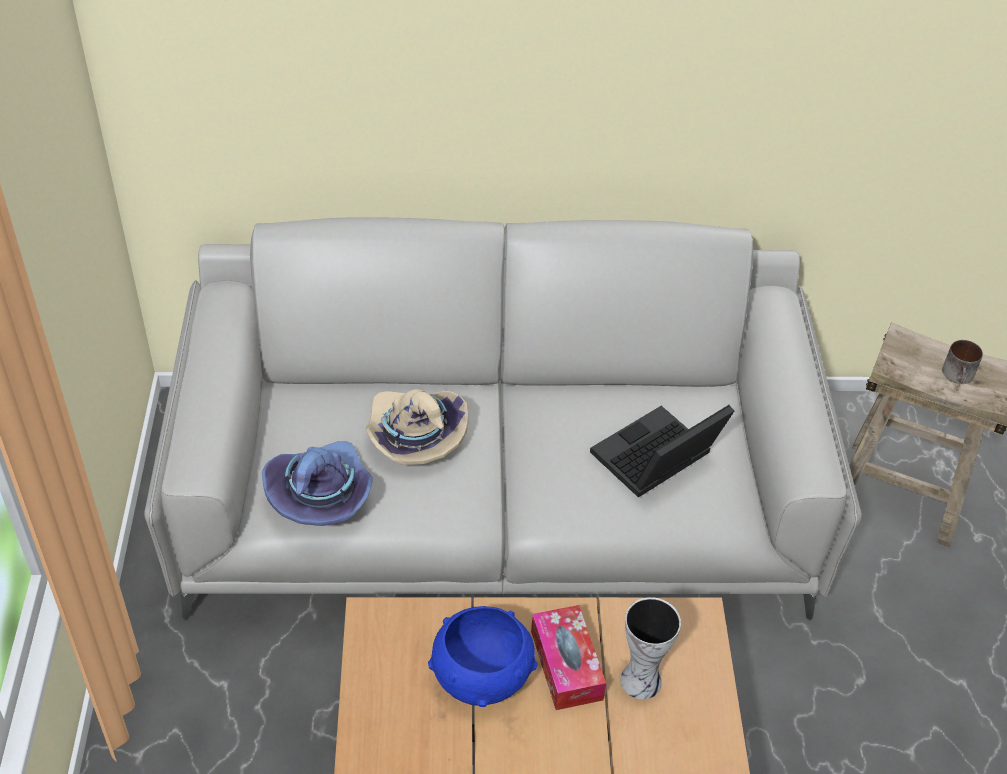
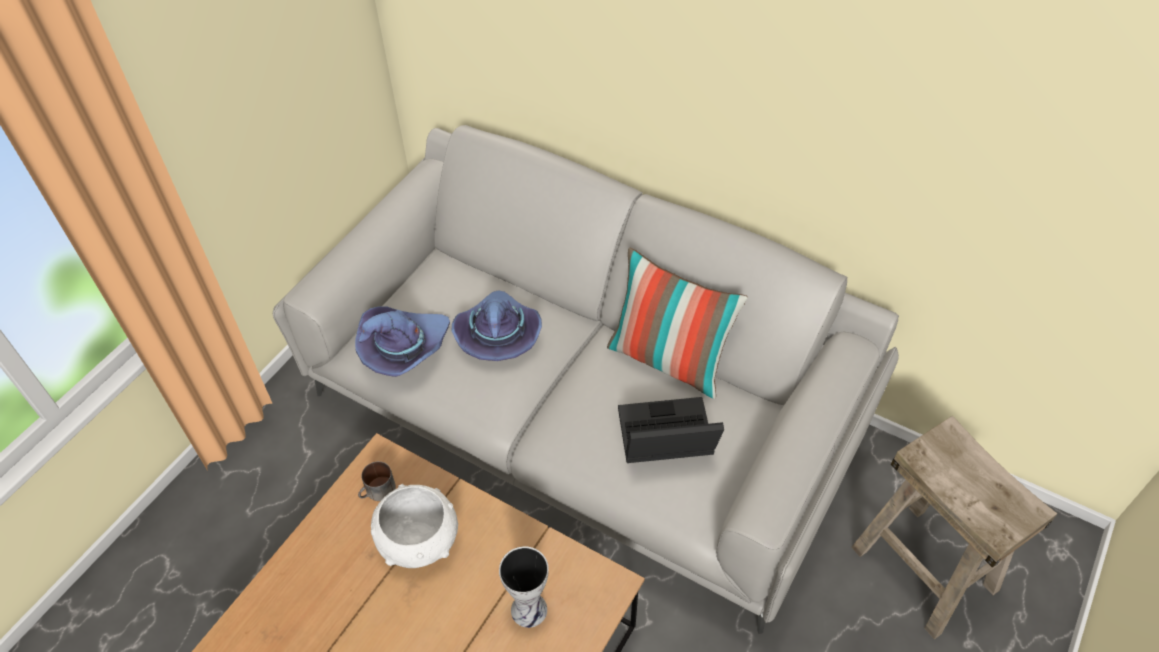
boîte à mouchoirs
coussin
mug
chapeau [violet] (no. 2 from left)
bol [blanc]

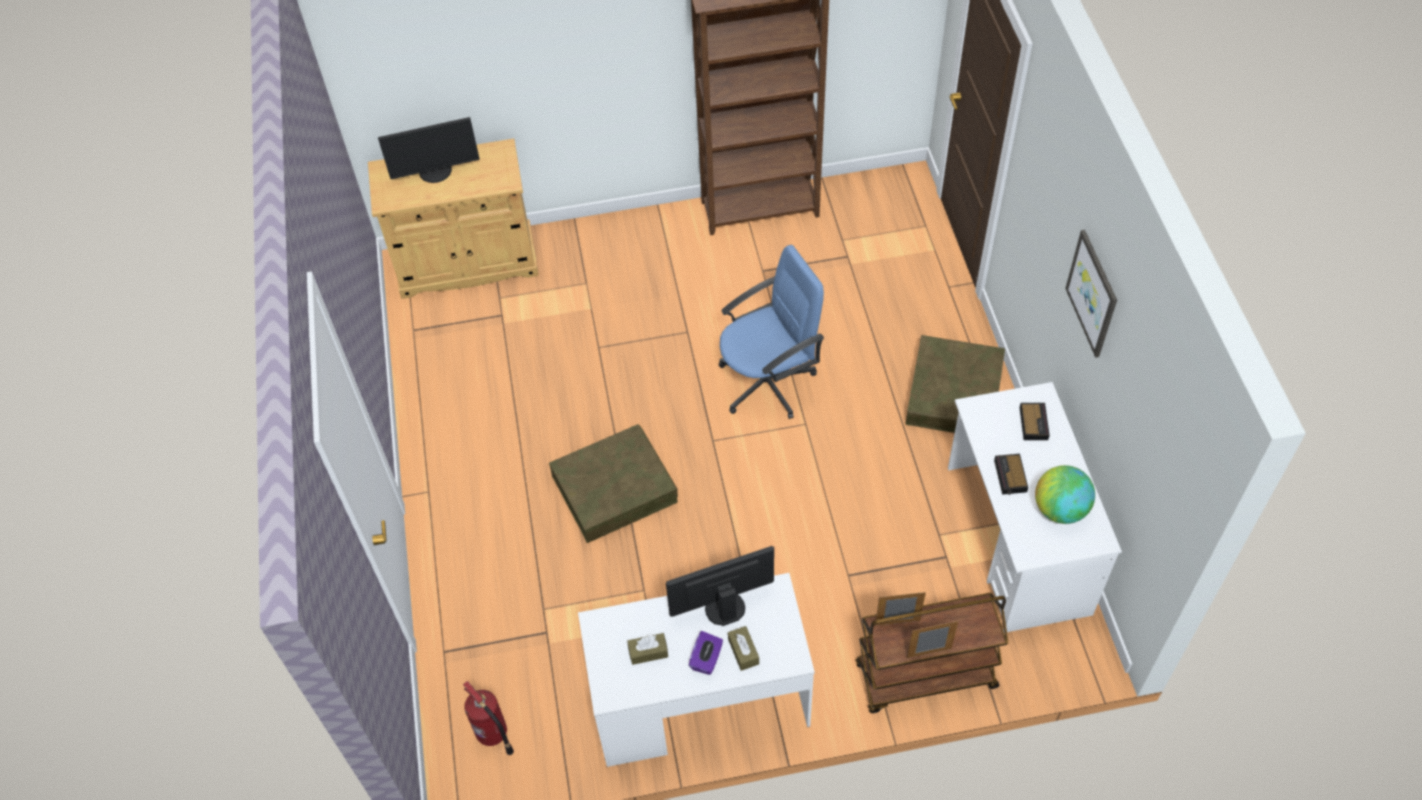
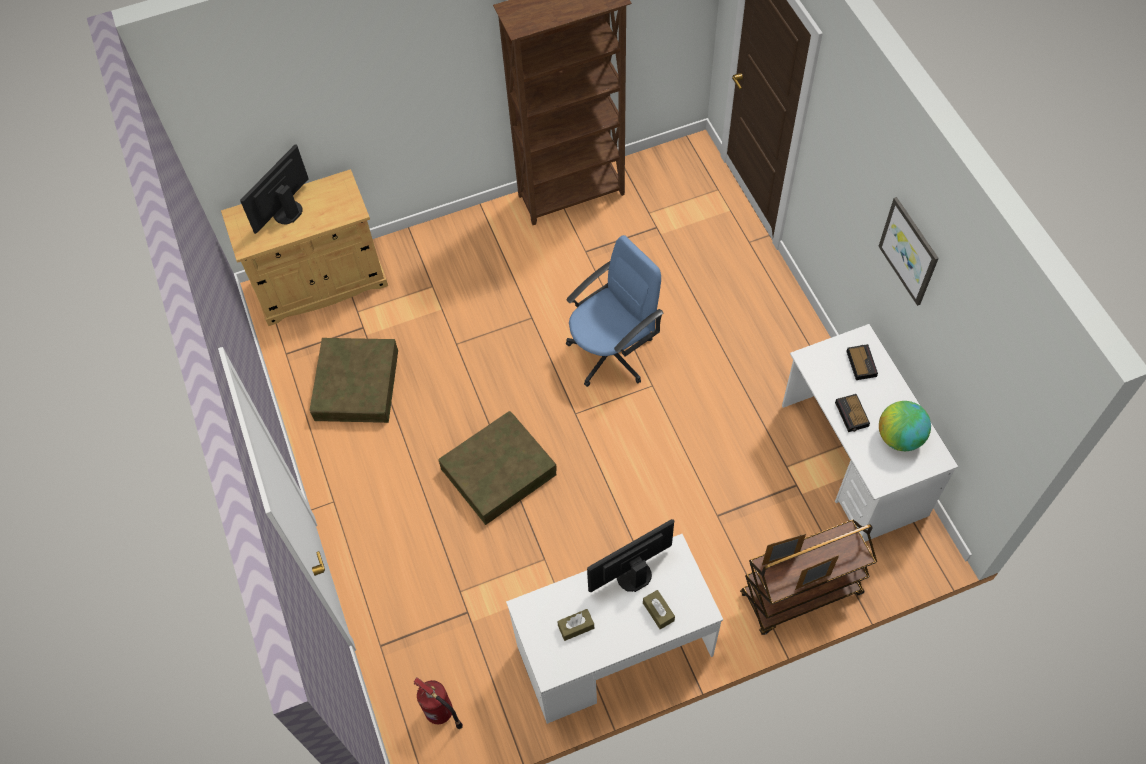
boîte à mouchoirs [violet]
boîte de rangement [marron] (no. 1 from left)
écran d'ordinateur (no. 1 from left)

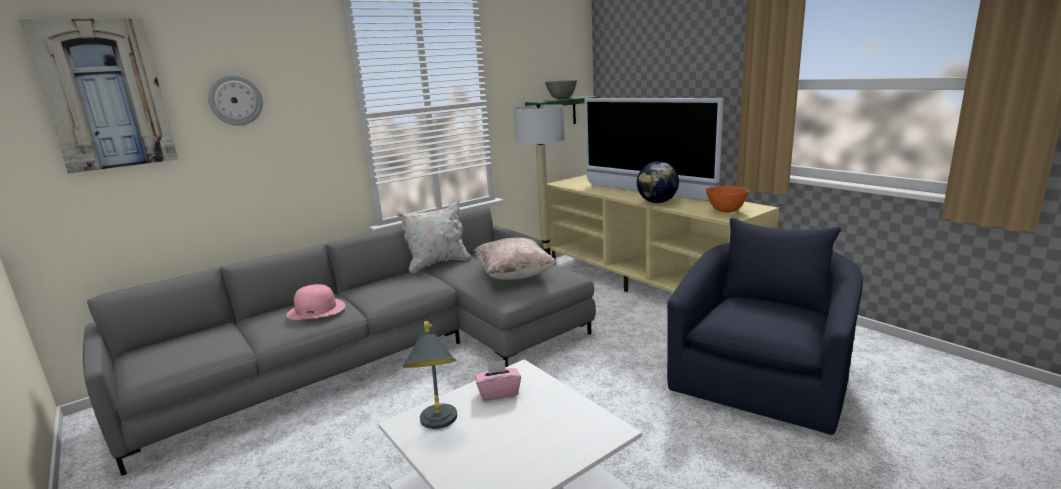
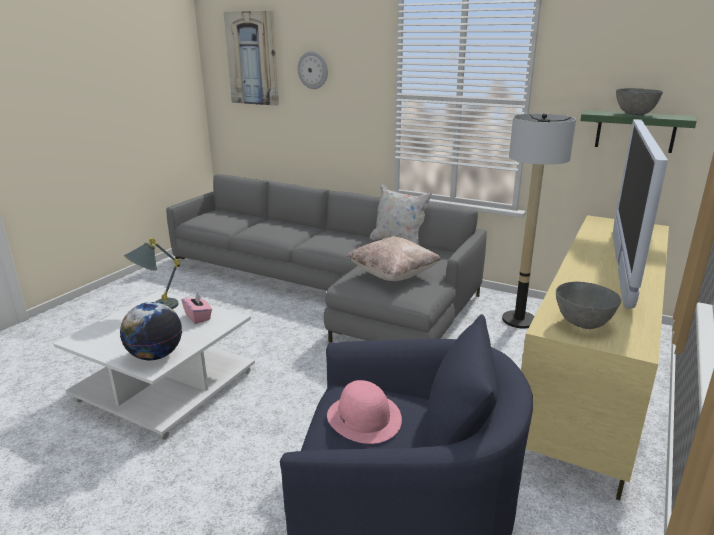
chapeau [rose]
globe
bol [gris] (no. 1 from left)

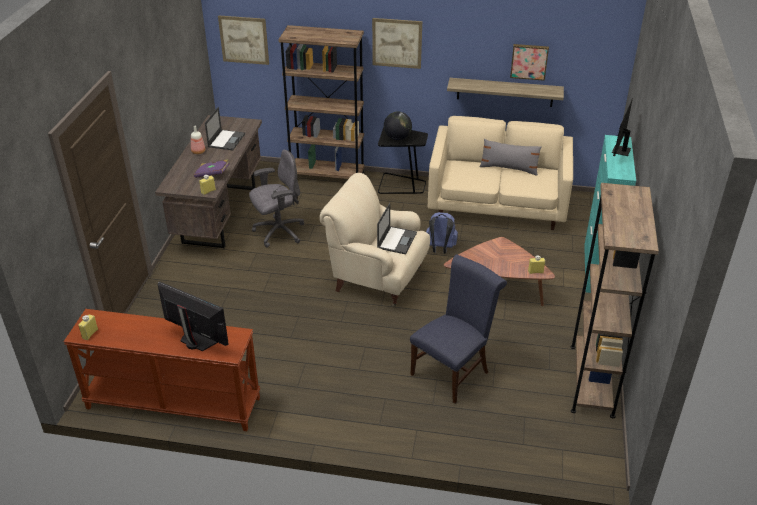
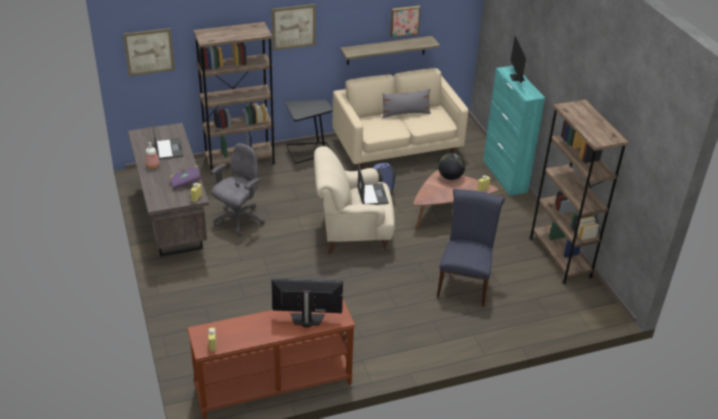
globe

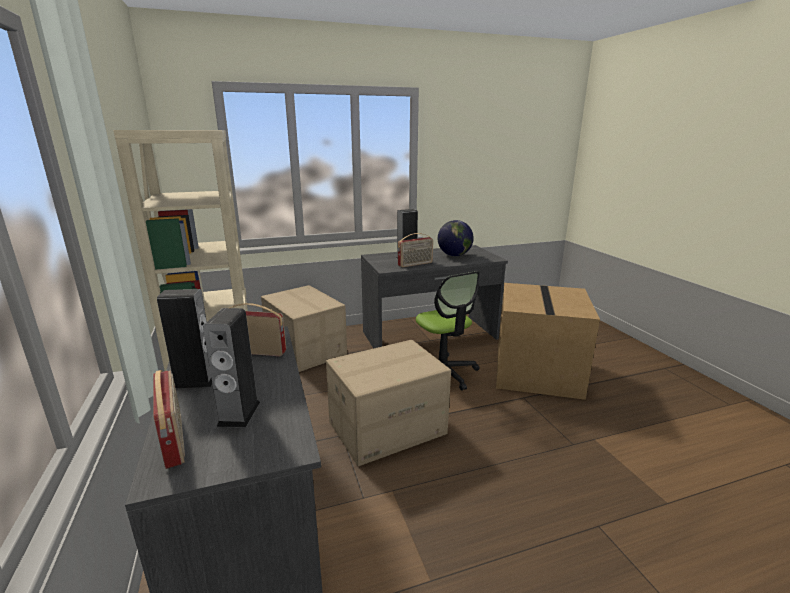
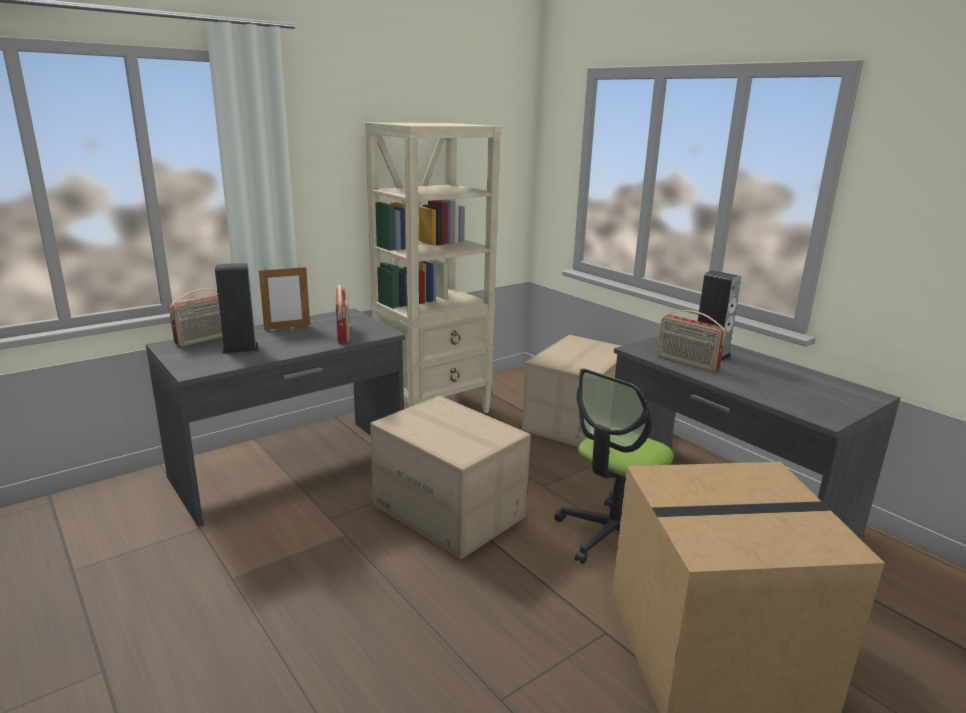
globe
cadre photo

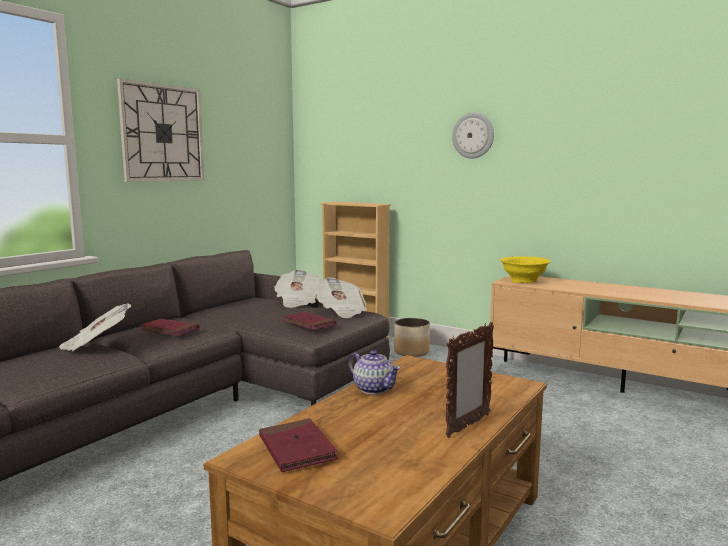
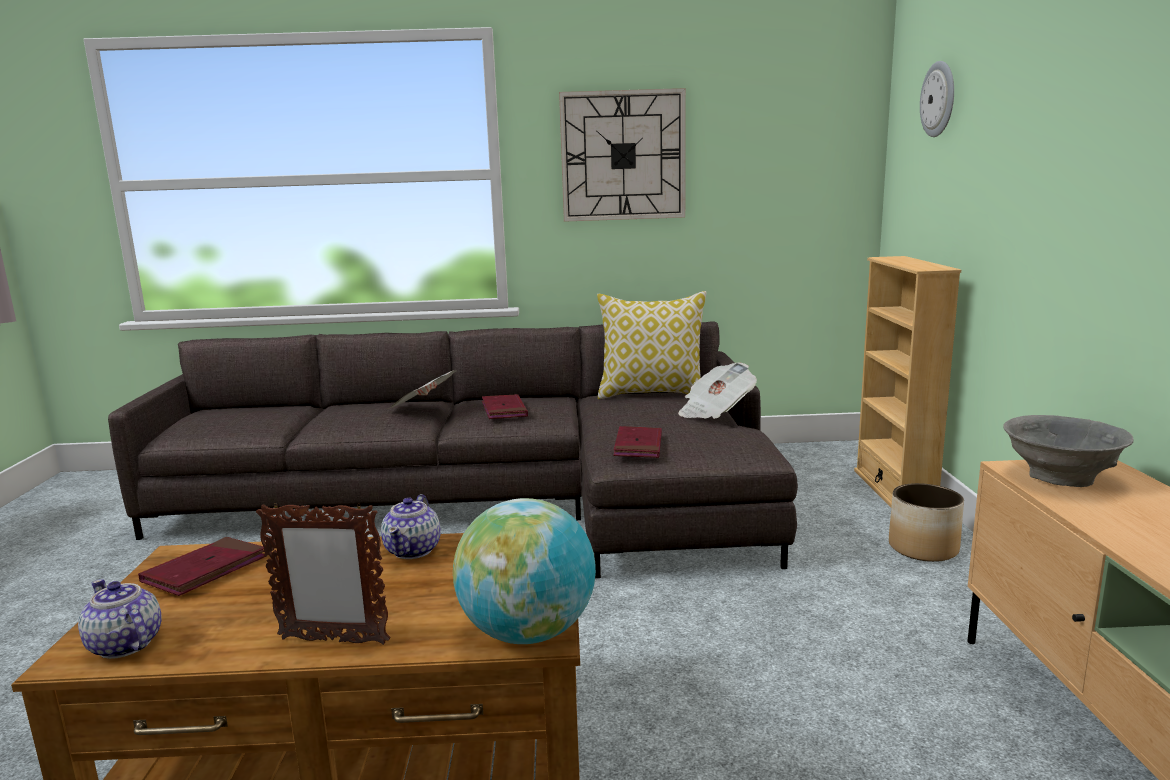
journal (no. 3 from left in the first image)
théière (no. 1 from left)
globe
coussin
horloge murale (no. 2 from left)
bol [gris]

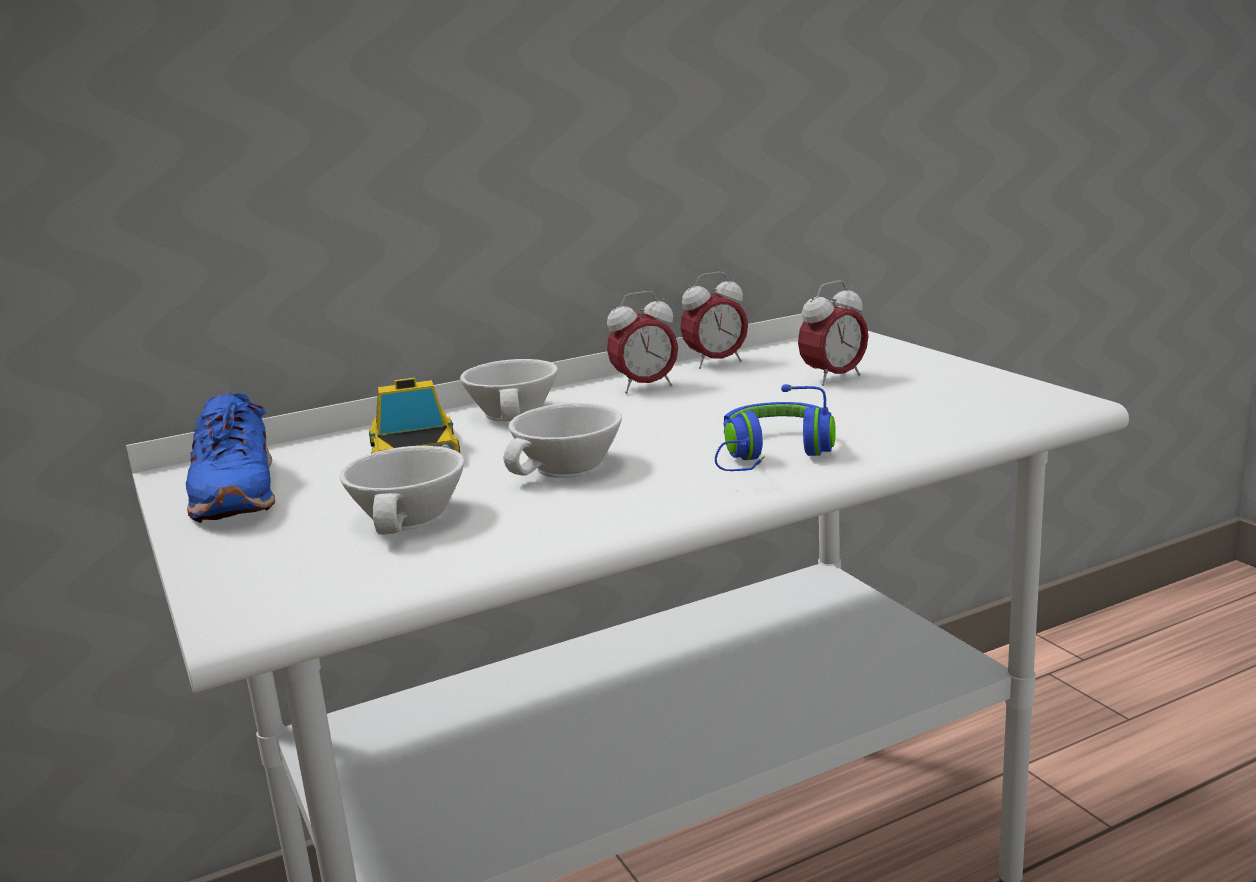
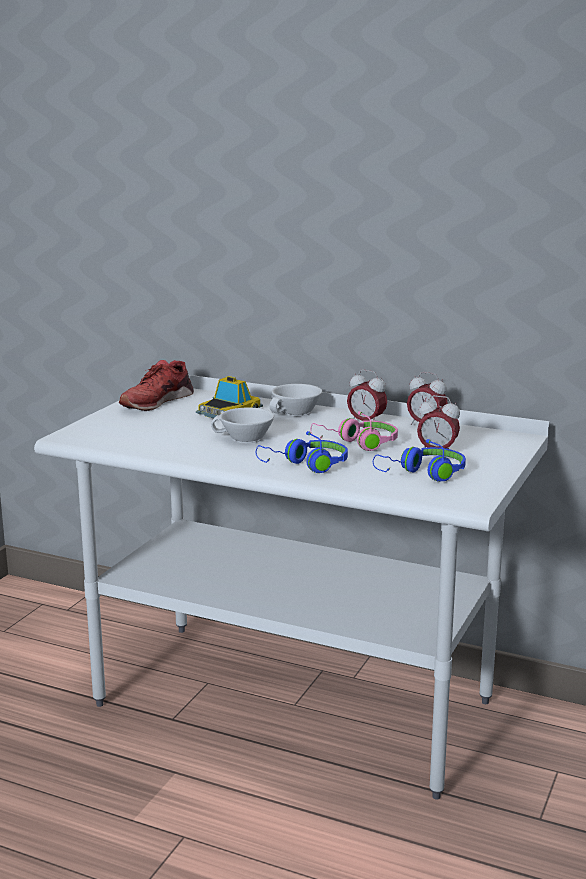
tasse [blanc] (no. 1 from left in the first image)
casque audio [rose]
casque audio [bleu] (no. 2 from left)
chaussure [rouge]

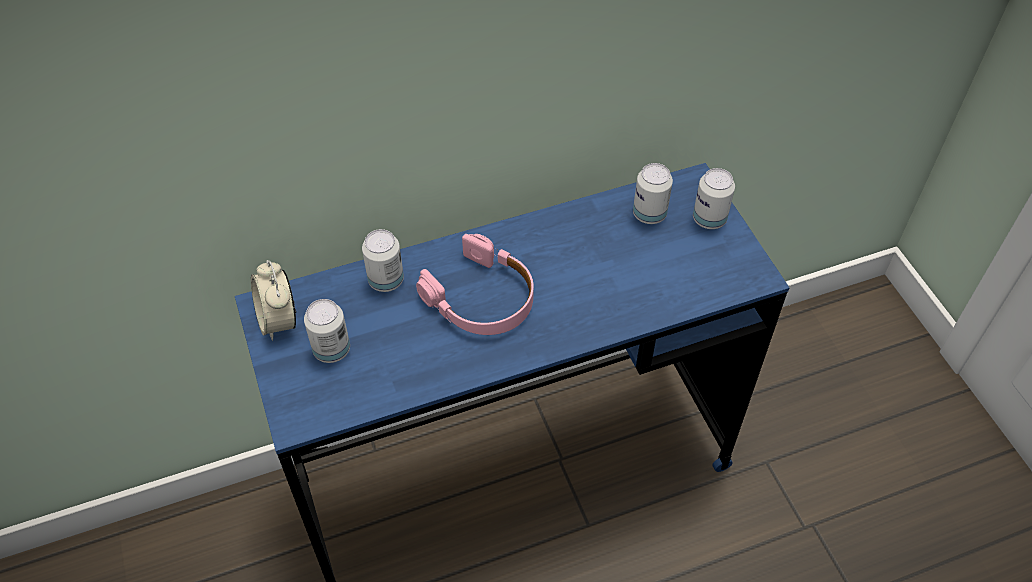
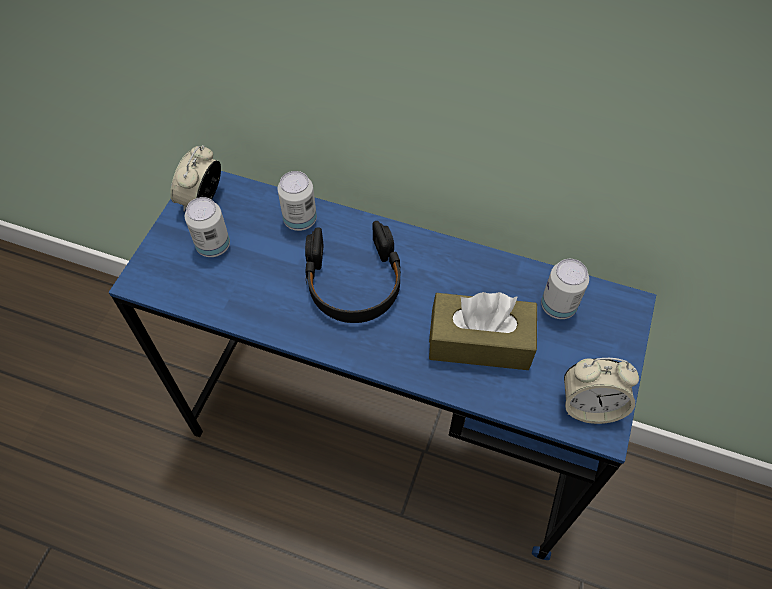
boîte métallique (no. 4 from left in the first image)
boîte à mouchoirs [marron]
réveil (no. 2 from left)
casque audio [noir]

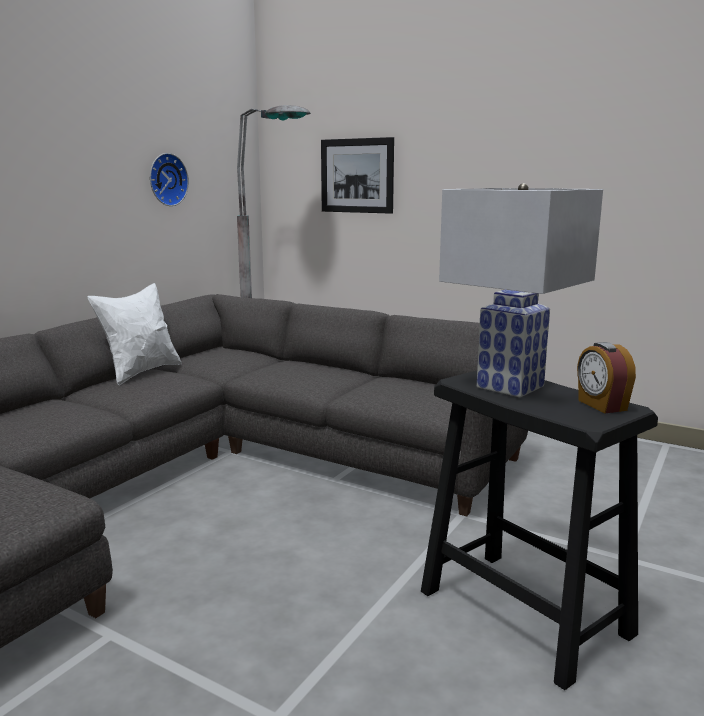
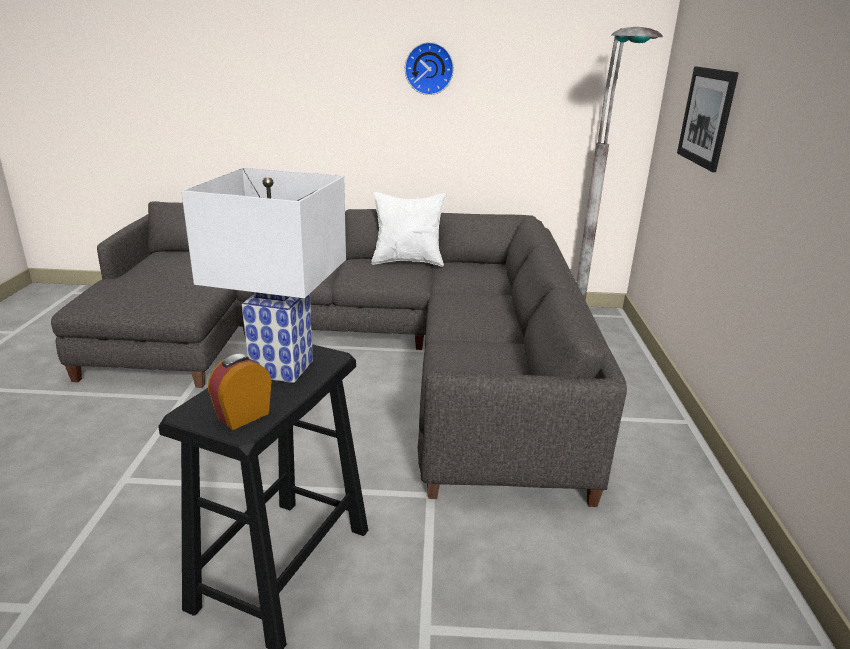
horloge murale

